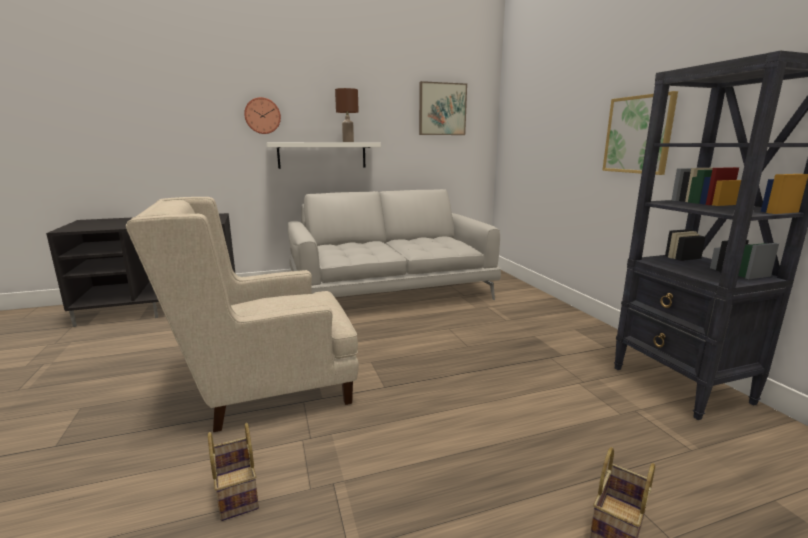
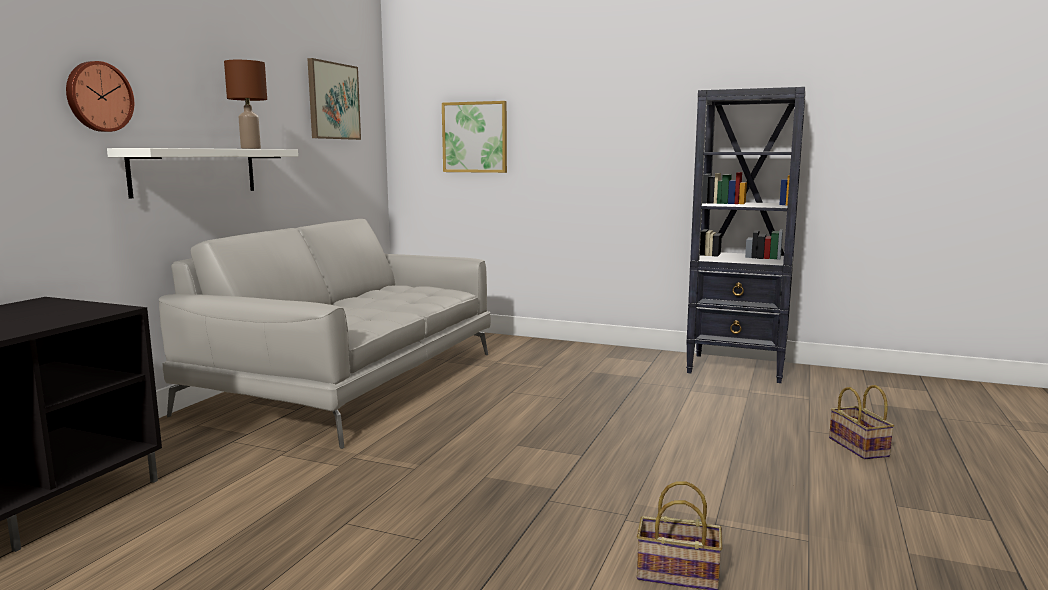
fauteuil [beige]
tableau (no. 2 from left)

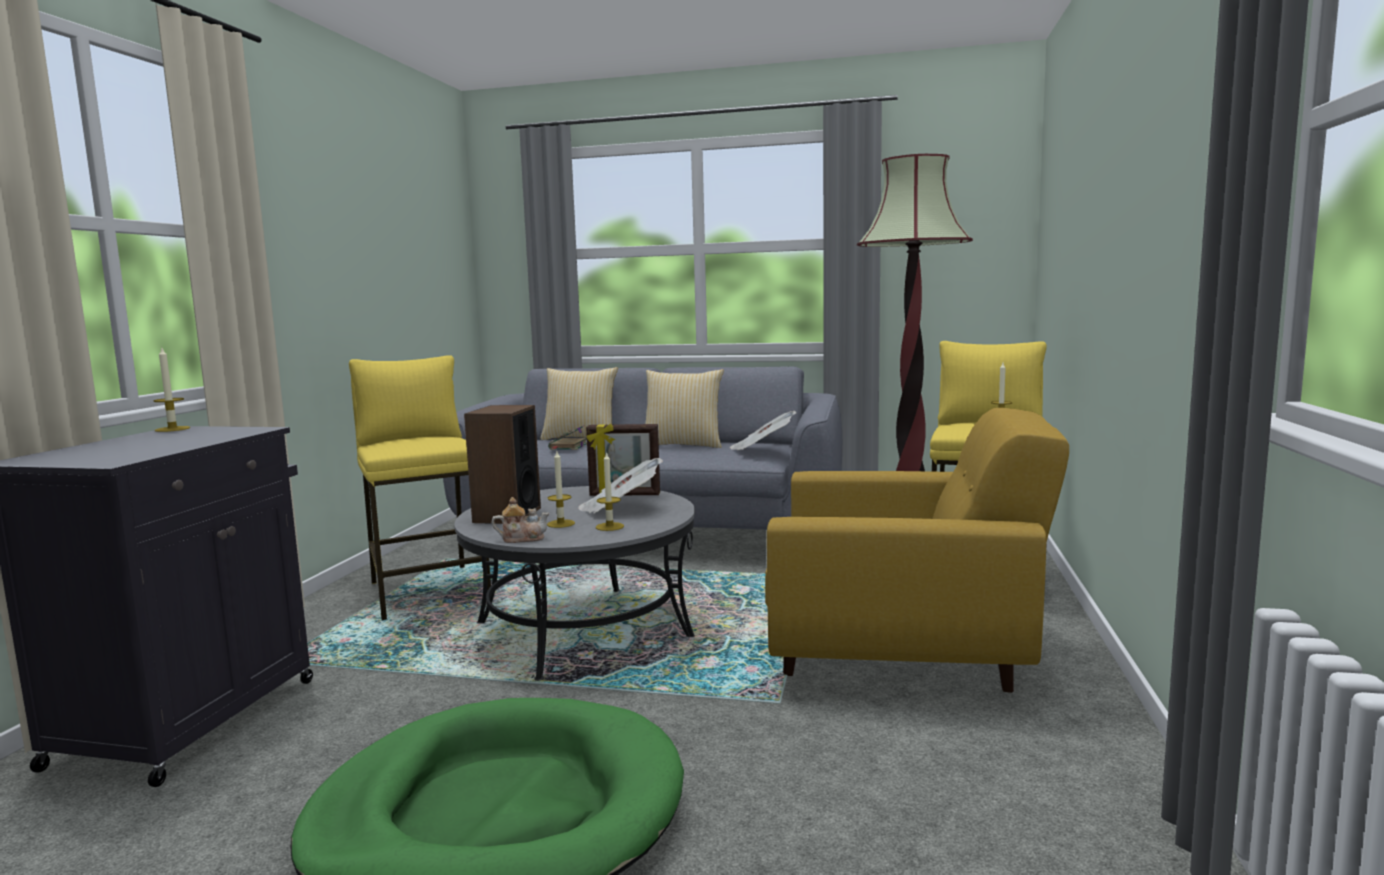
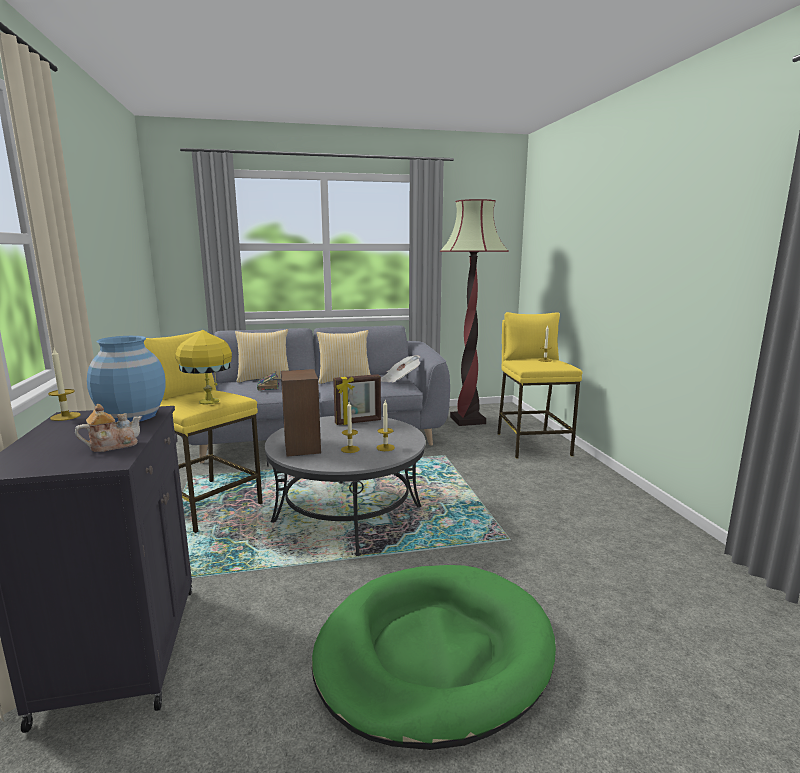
journal (no. 1 from left in the first image)
fauteuil [jaune]
vase [bleu]
lampe de table [jaune]
théière

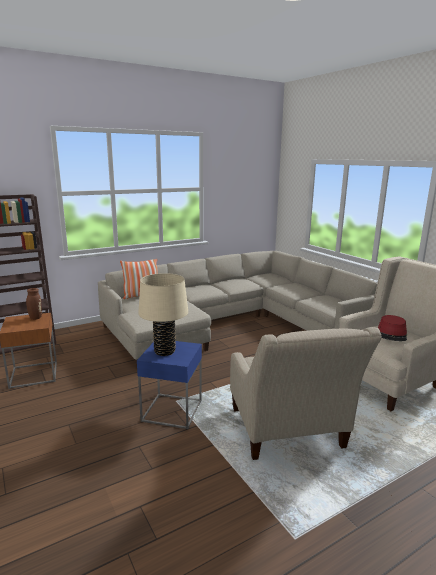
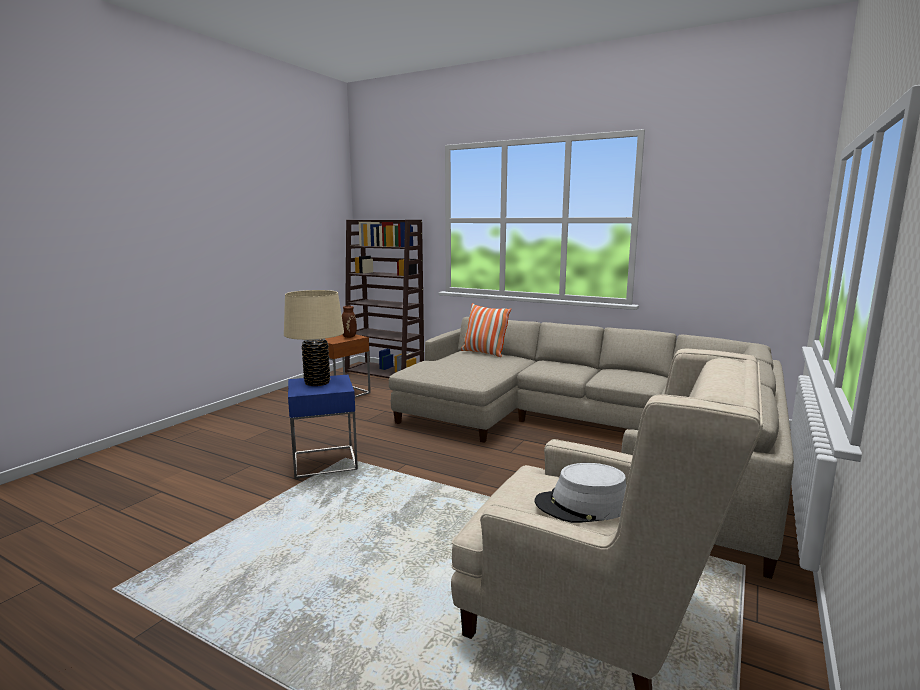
fauteuil [beige] (no. 1 from left in the first image)
chapeau [gris]

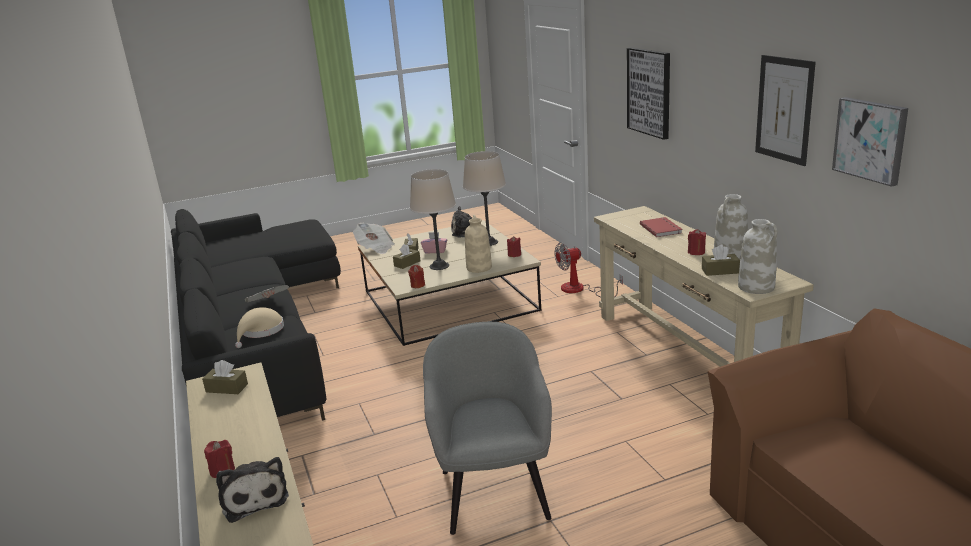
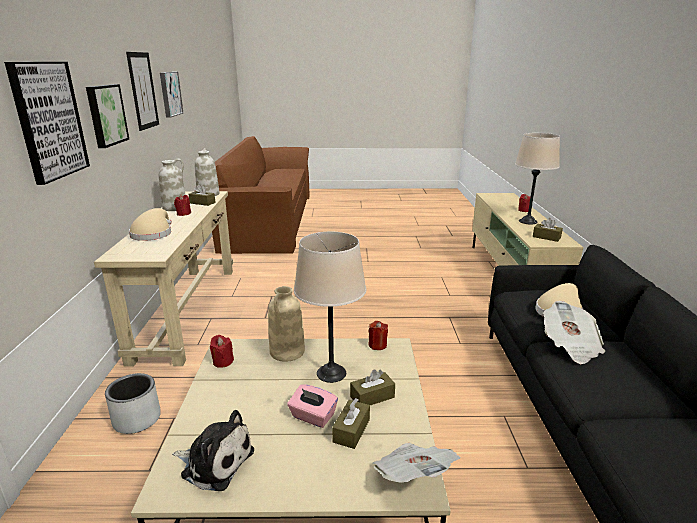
peluche (no. 1 from left in the first image)
fauteuil [gris]
tableau (no. 2 from left)
lampe de table [beige] (no. 2 from left)
cache-pot [gris]
chapeau [beige] (no. 1 from left)

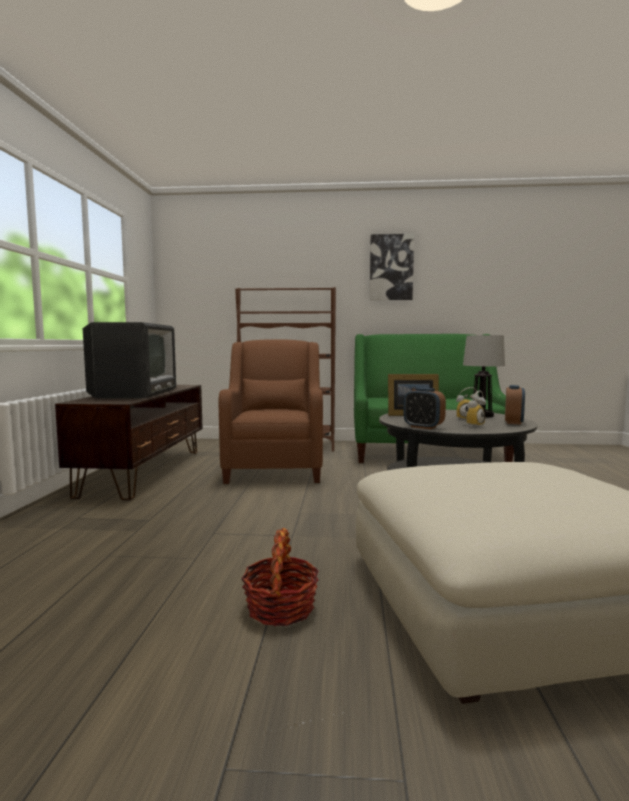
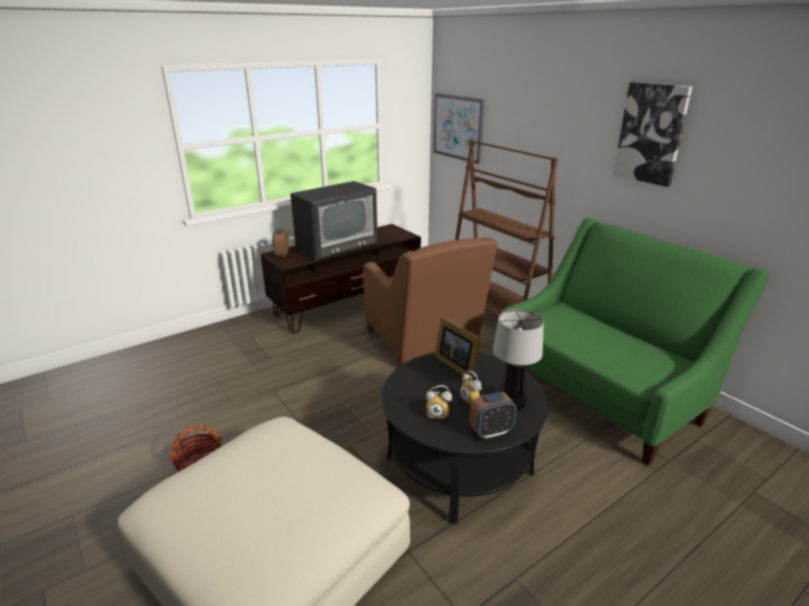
tableau (no. 1 from left)
réveil (no. 1 from left)
fauteuil [marron]

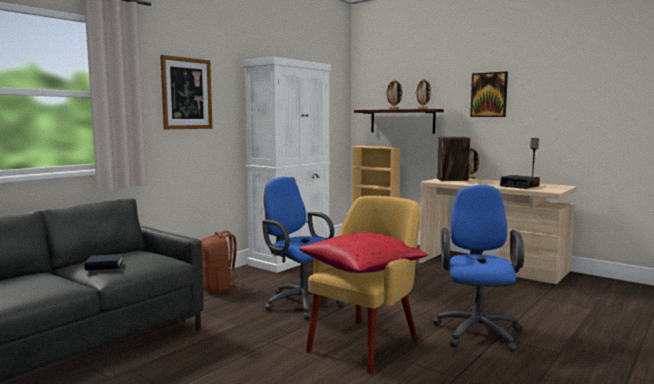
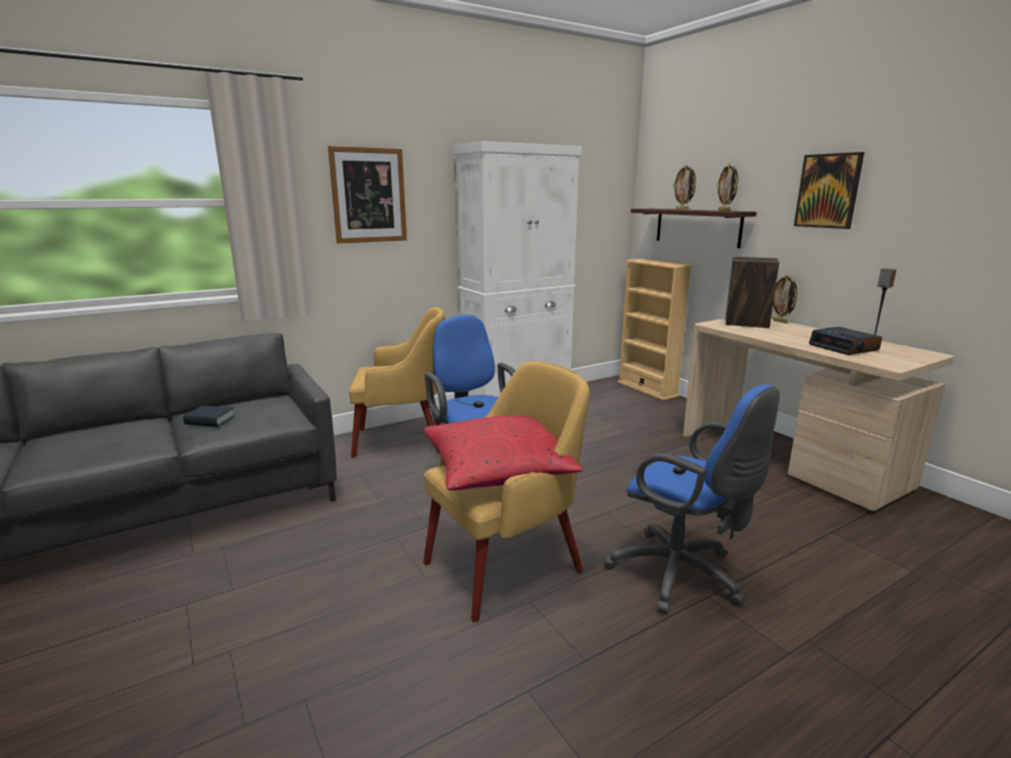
fauteuil [jaune] (no. 1 from left)
chaise de bureau [bleu] (no. 2 from left)

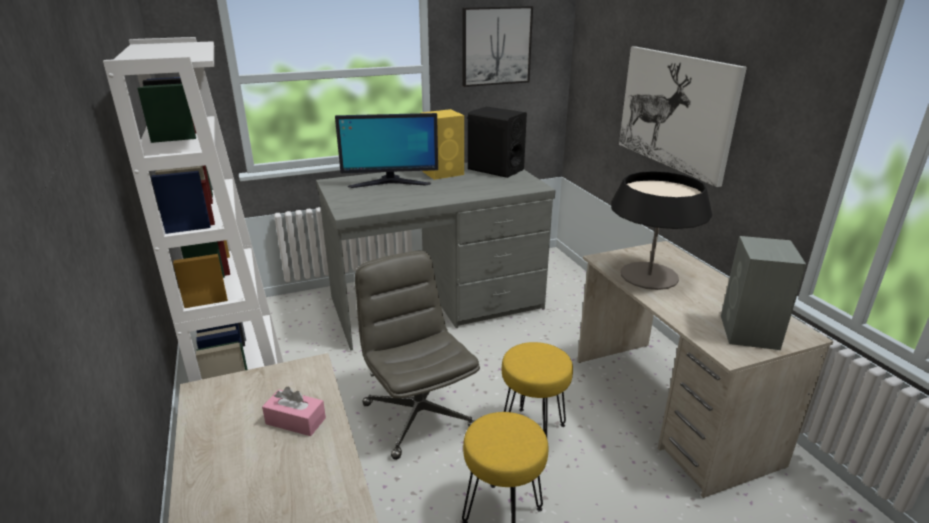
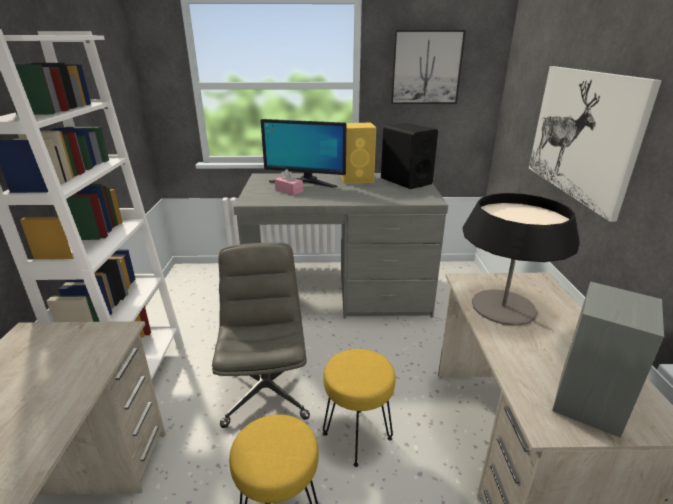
boîte à mouchoirs [rose]

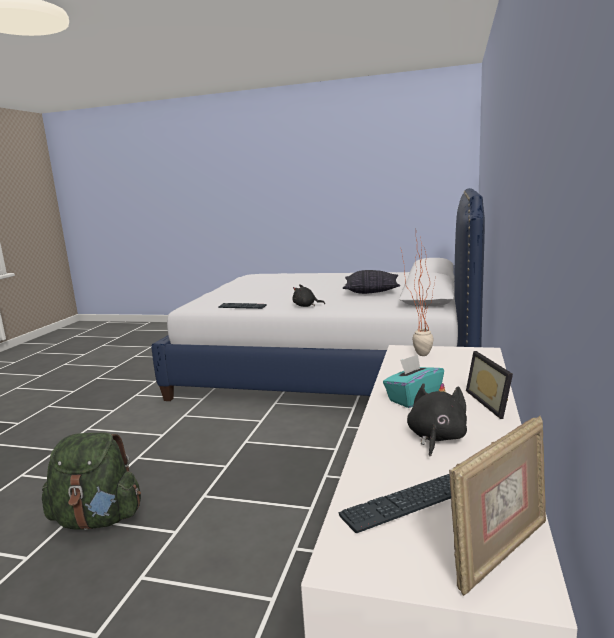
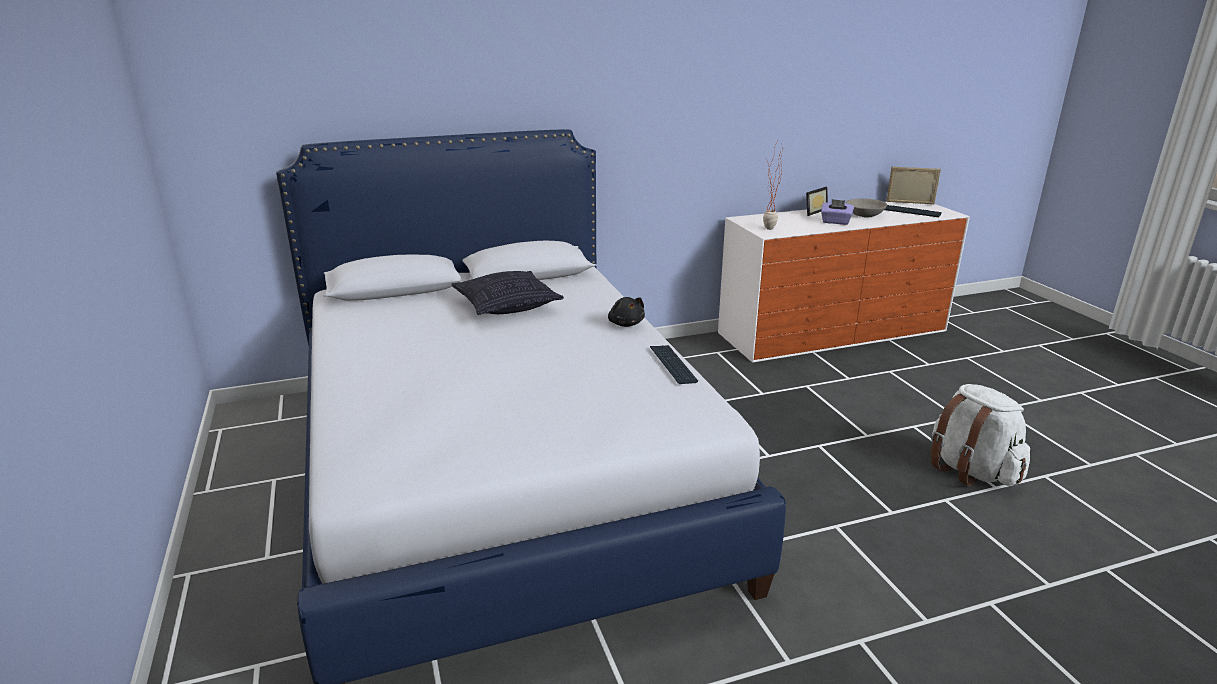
bol [gris]
sac à dos [blanc]
boîte à mouchoirs [violet]

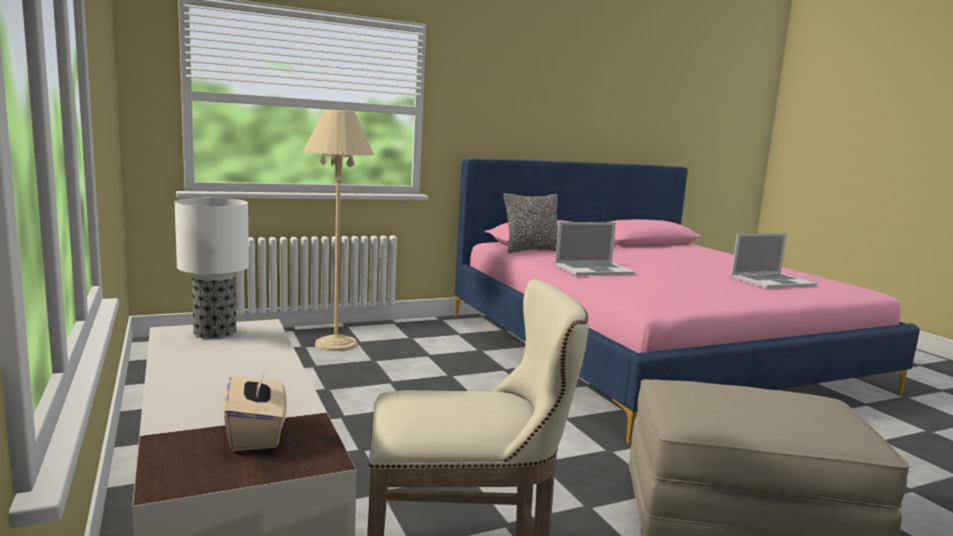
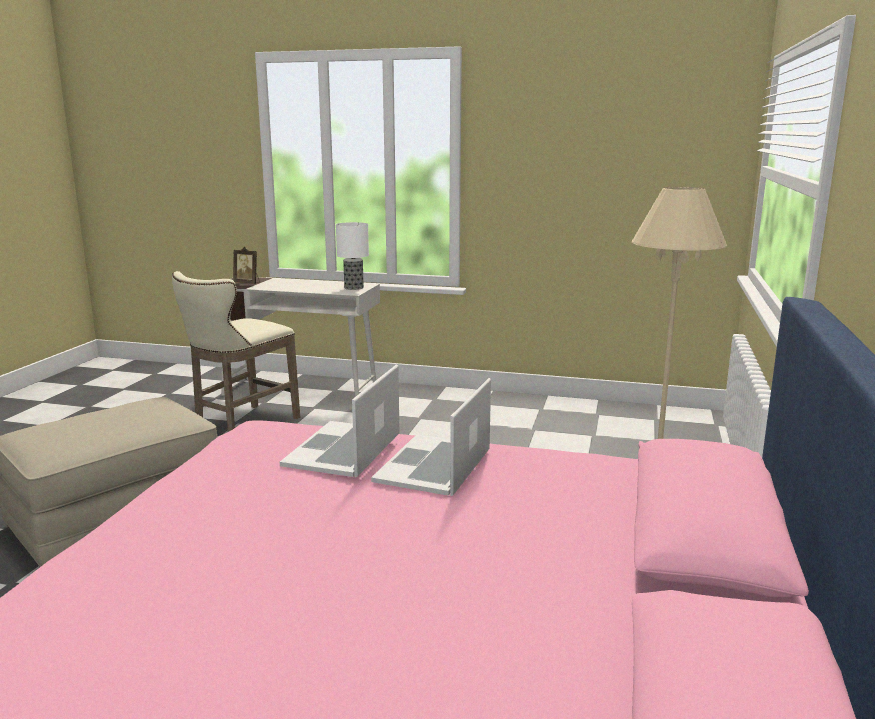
coussin
ordinateur portable (no. 1 from left)
cadre photo

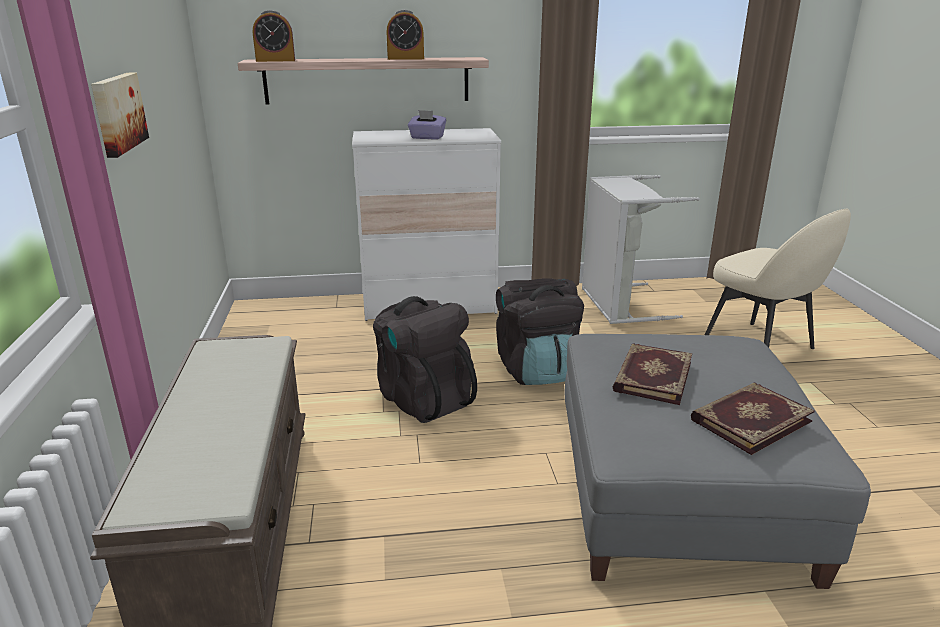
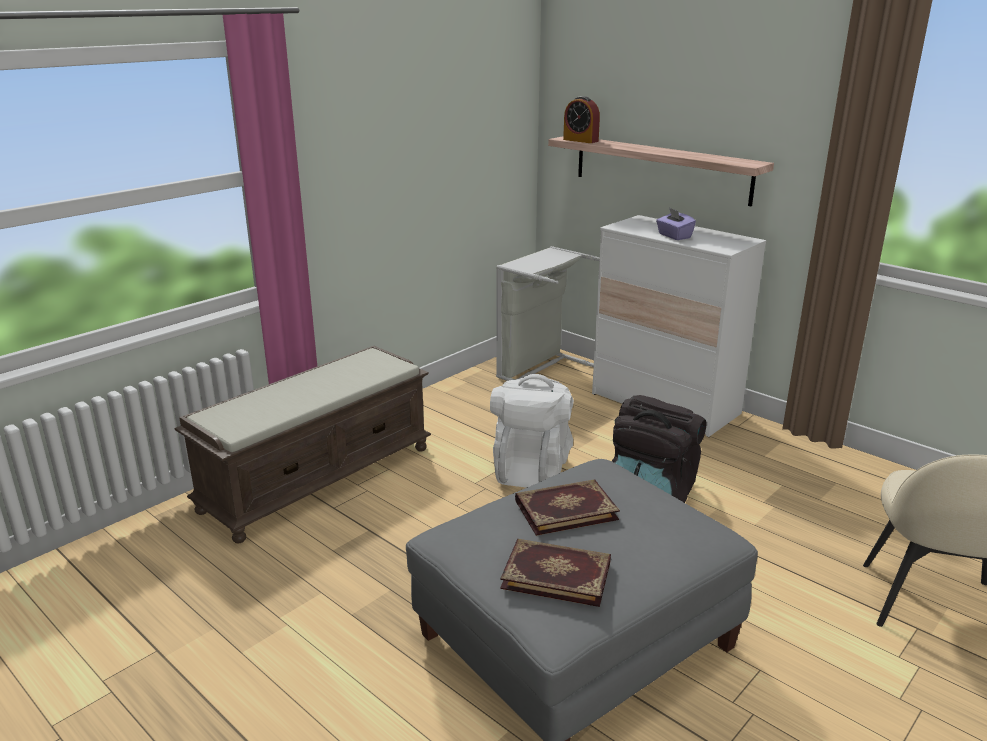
tableau
réveil (no. 2 from left in the first image)
panier à linge [gris]
sac à dos [blanc]

